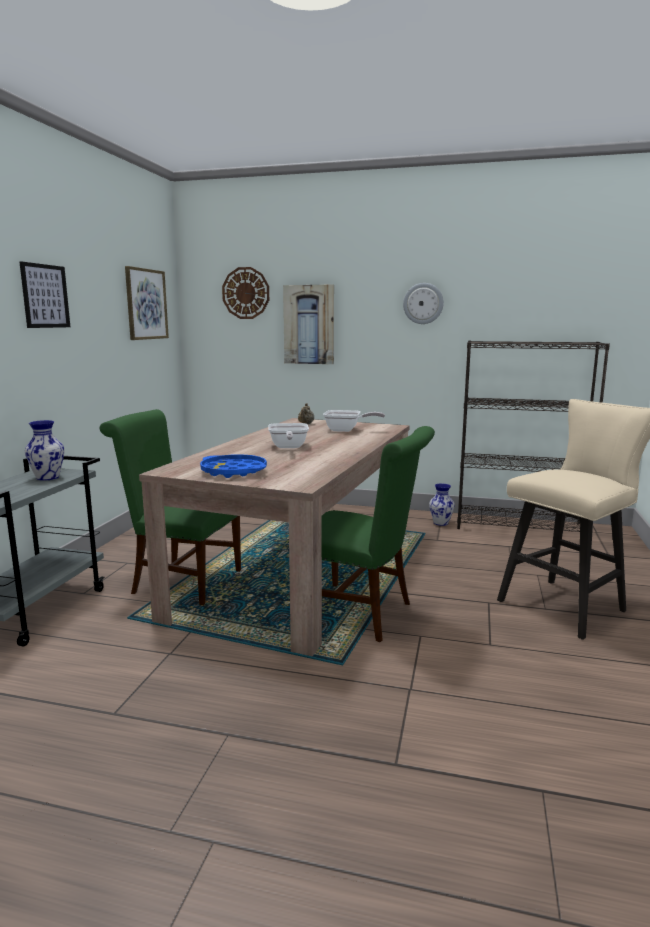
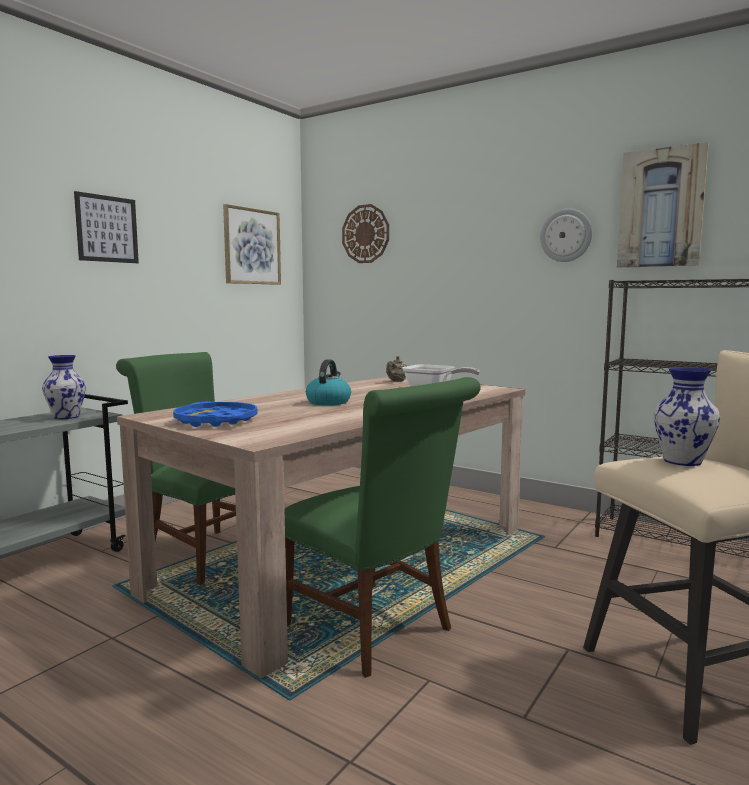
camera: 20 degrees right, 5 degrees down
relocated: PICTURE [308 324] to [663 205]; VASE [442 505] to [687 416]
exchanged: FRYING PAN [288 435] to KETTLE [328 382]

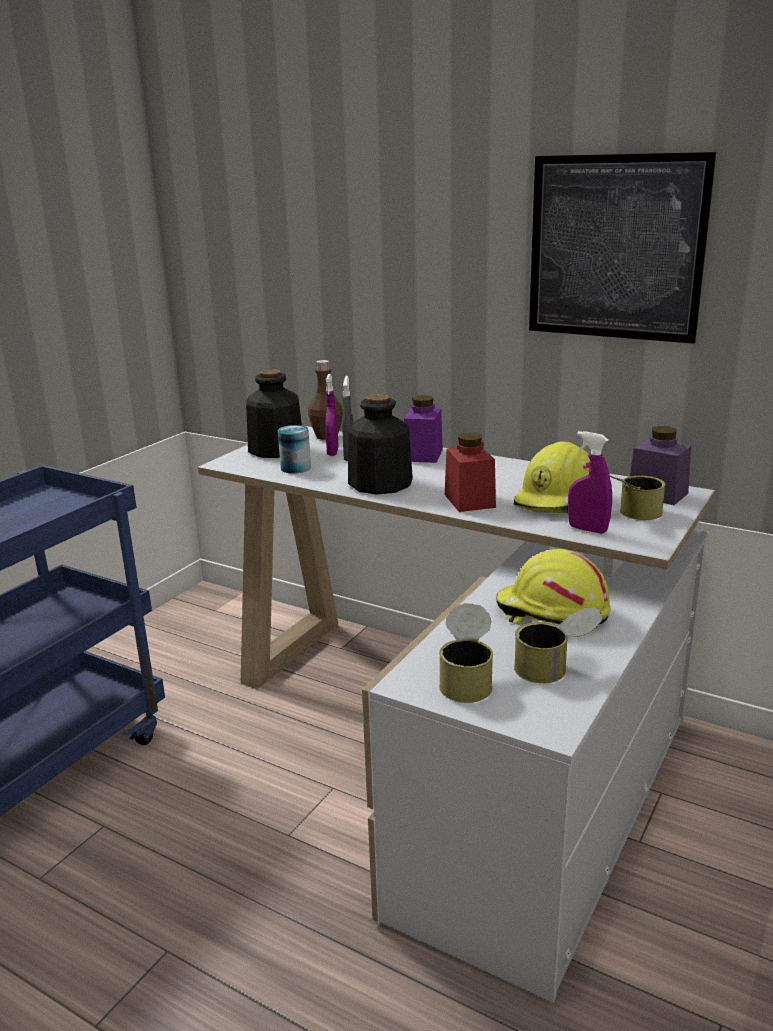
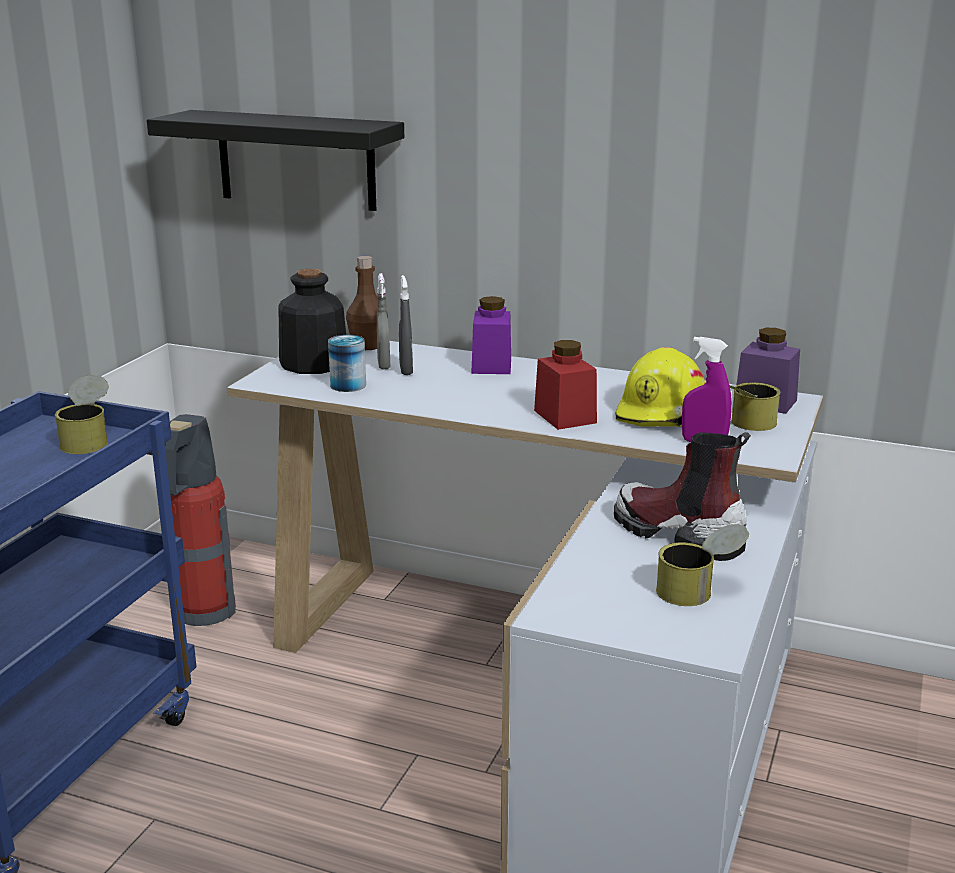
camera: 10 degrees left, 0 degrees up
missing: BOTTLE [380 444]; PICTURE [622 248]
appeared: BLACK SHELF [275 160]; FIRE EXTINGUISHER [200 520]
relocated: CAN [466 653] to [82 414]
exchanged: YELLOW HARD HAT [553 587] to BOOT [682 496]
colour: PURPLE SPRAY BOTTLE [332 415] to GREY SPRAY BOTTLE [383 321]

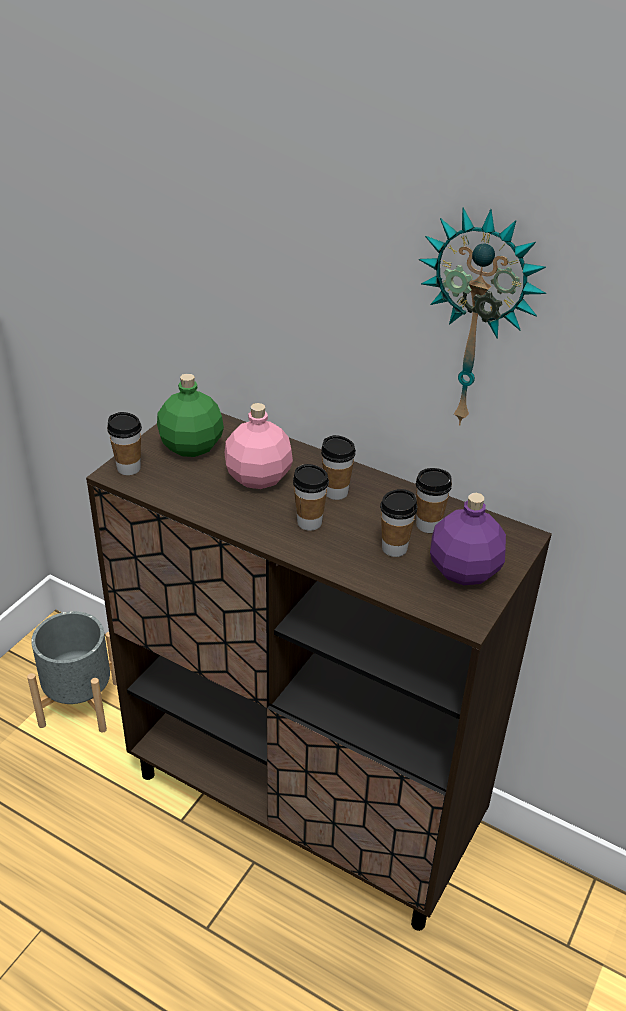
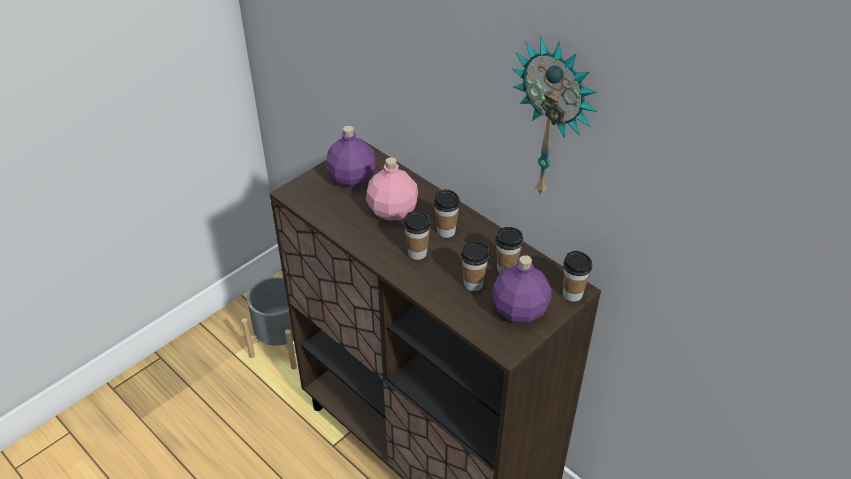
camera: 15 degrees right, 5 degrees up
relocated: CUP [124 443] to [577 276]
colour: GREEN BOTTLE [190 415] to PURPLE BOTTLE [350 156]

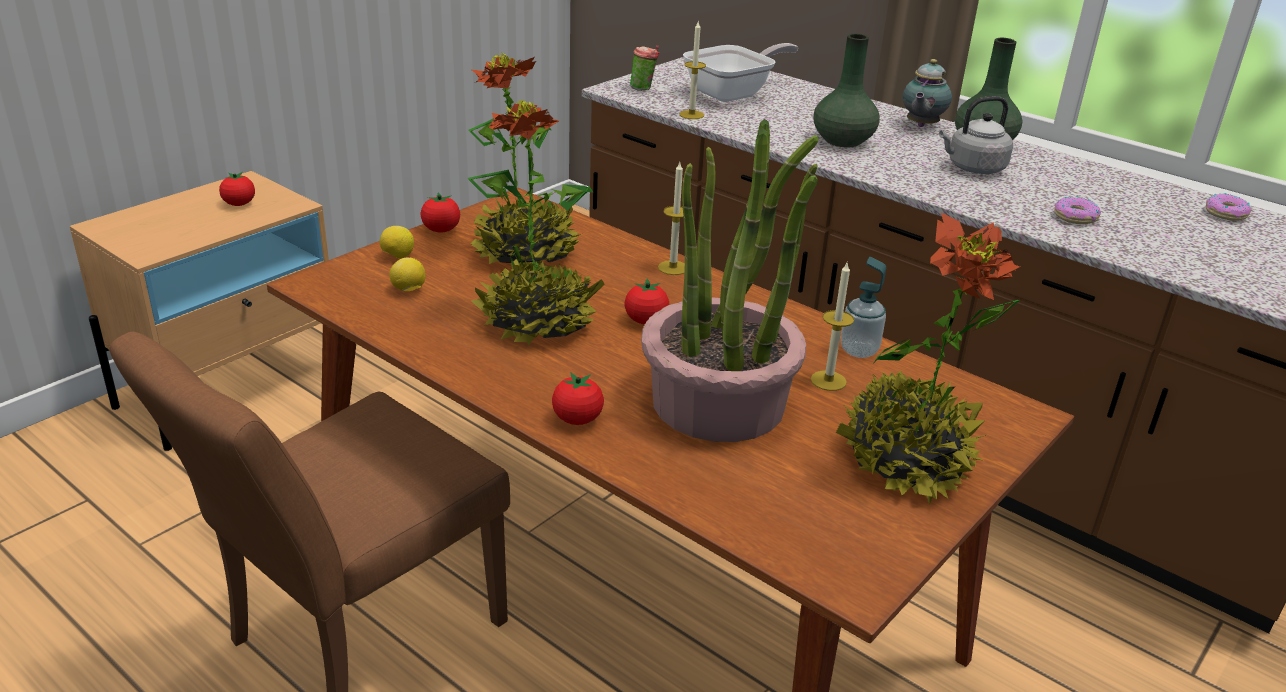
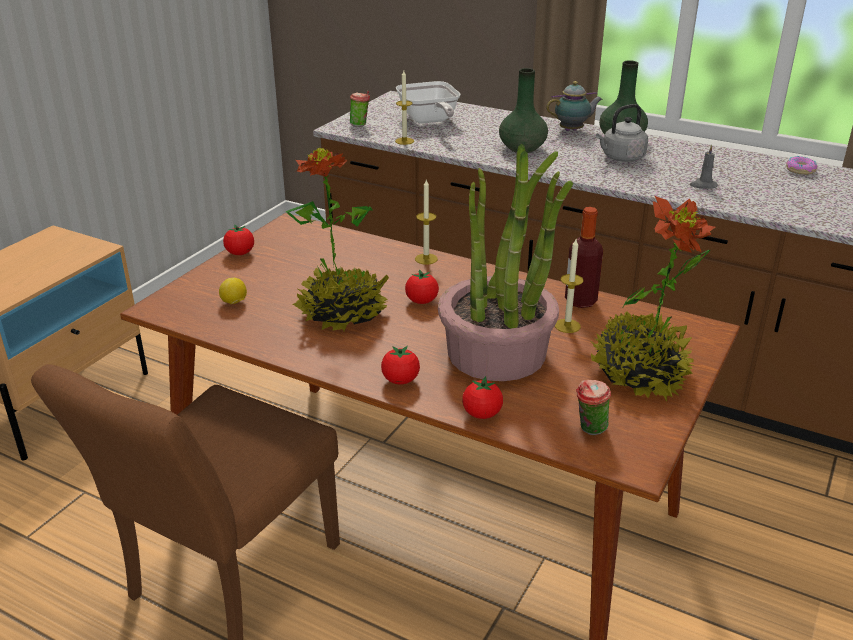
camera: 10 degrees left, 0 degrees up
missing: LEMON [396 242]; POTTED PLANT [525 159]
appeared: CUP [593 407]
relocated: TOMATO [237 189] to [482 397]
exchanged: SOAP DISPENSER [863 307] to BOTTLE [584 257]; DONUT [1077 210] to GREY CANDLE [704 167]
spun: FRYING PAN [740 72] = [428 102] 120 degrees clockwise; TEAPOT [927 93] = [574 106] 120 degrees counterclockwise

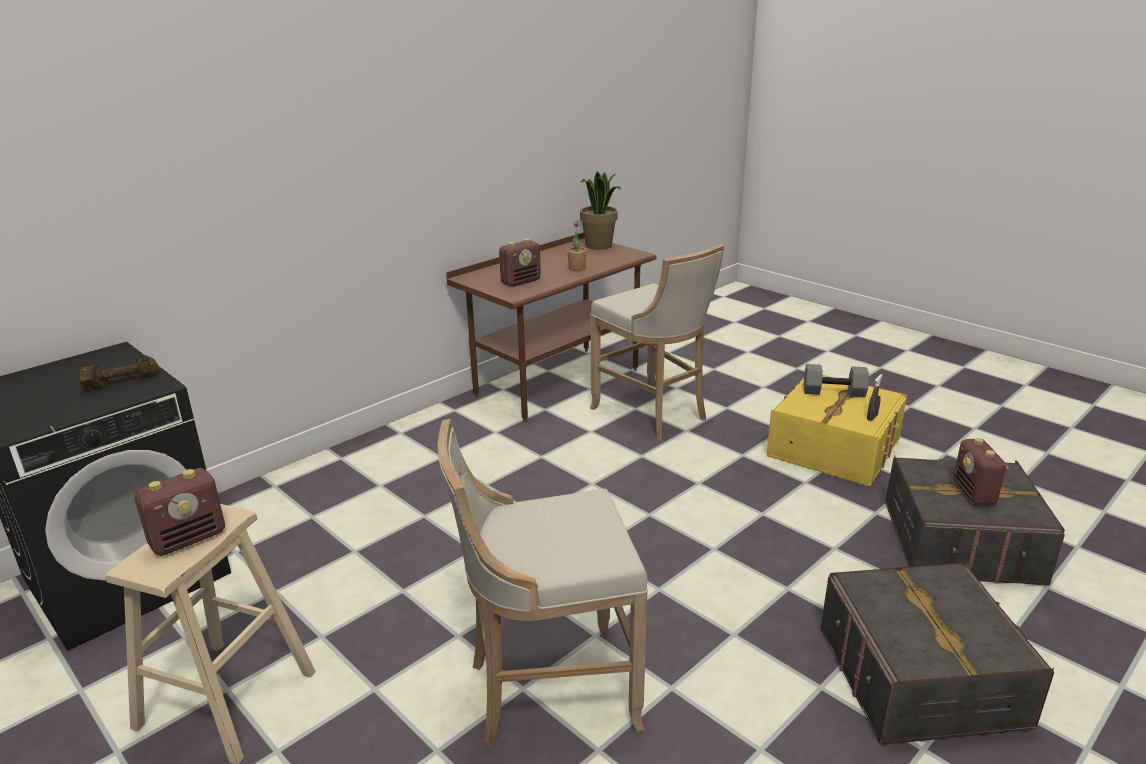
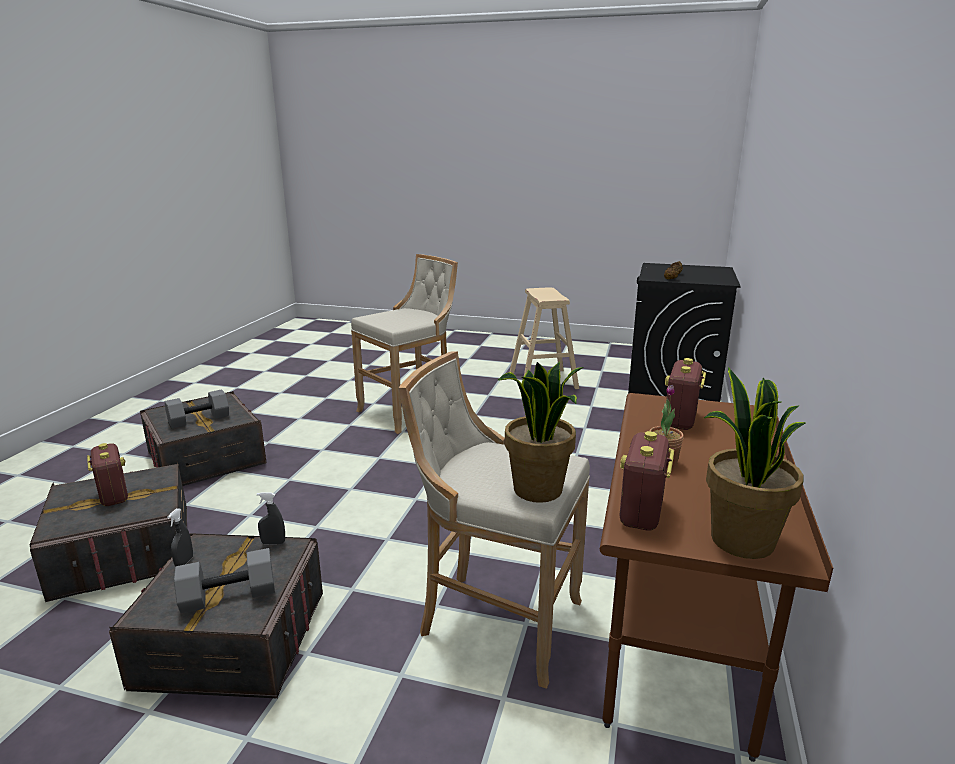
camera: 150 degrees right, 5 degrees down
appeared: GREY DUMBBELL [197 408]; GREY SPRAY BOTTLE [271 518]; POTTED PLANT [541 432]
relocated: RADIO [180 512] to [646 481]
colour: YELLOW STORAGE BOX [836 430] to GREY STORAGE BOX [216 615]

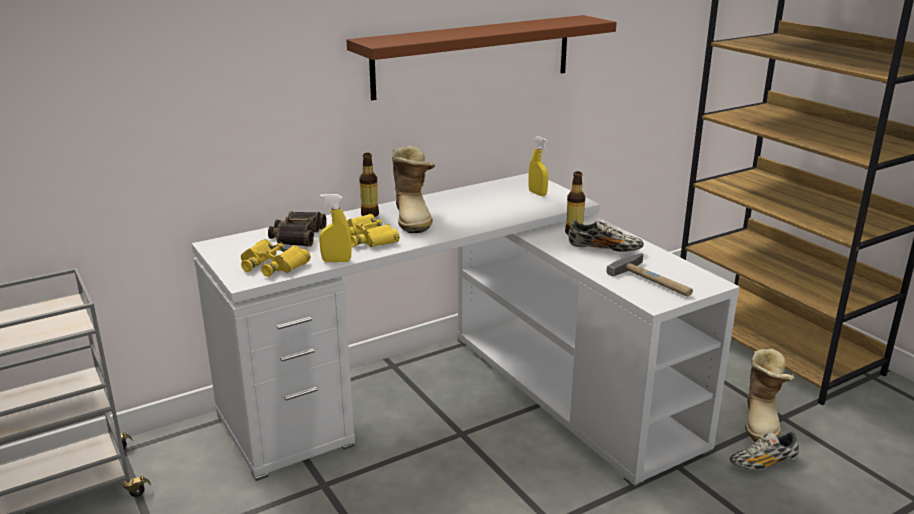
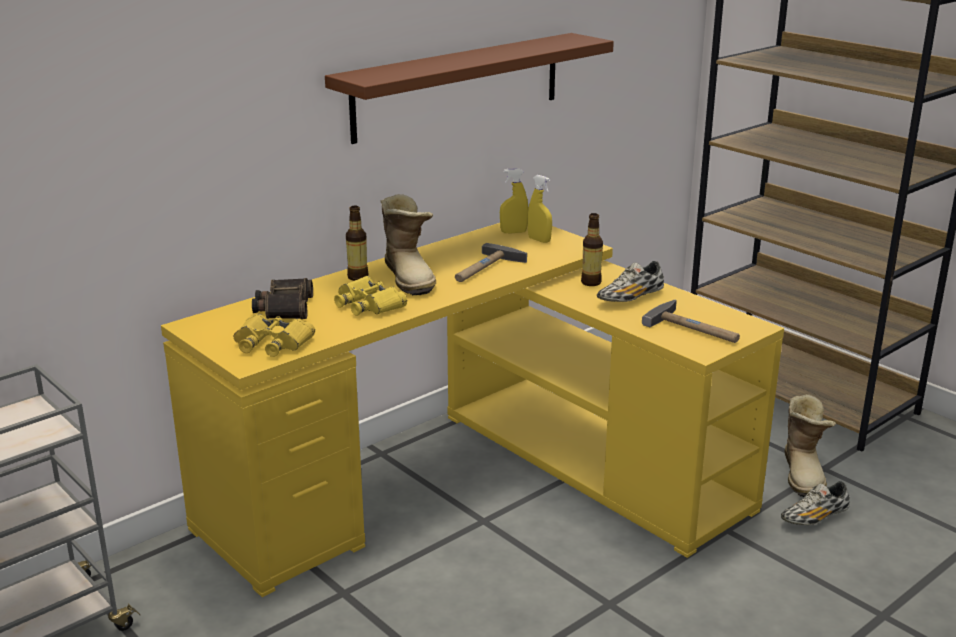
camera: 10 degrees left, 0 degrees up
appeared: HAMMER [491 262]
relocated: YELLOW SPRAY BOTTLE [335 228] to [514 200]
colour: WHITE DESK [466 330] to YELLOW DESK [472 410]
spun: SHOE [606 236] = [630 281] 135 degrees clockwise

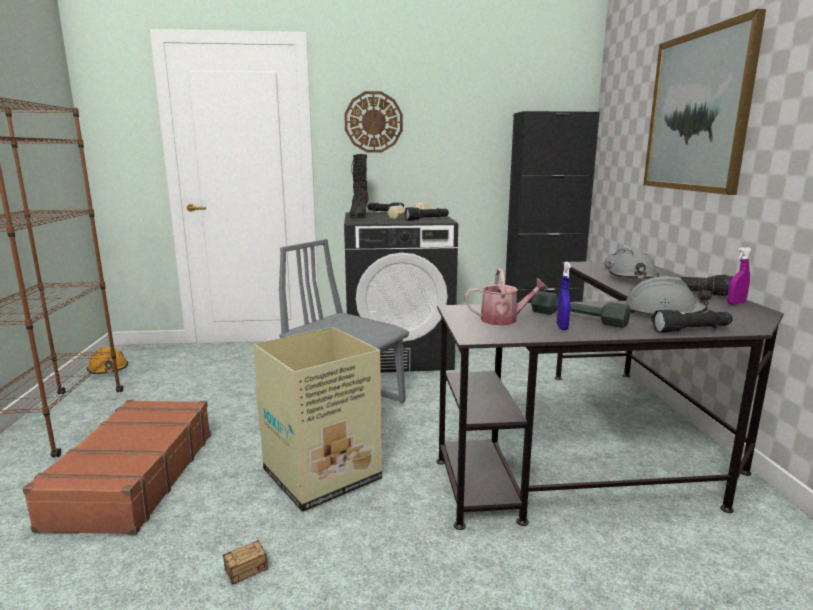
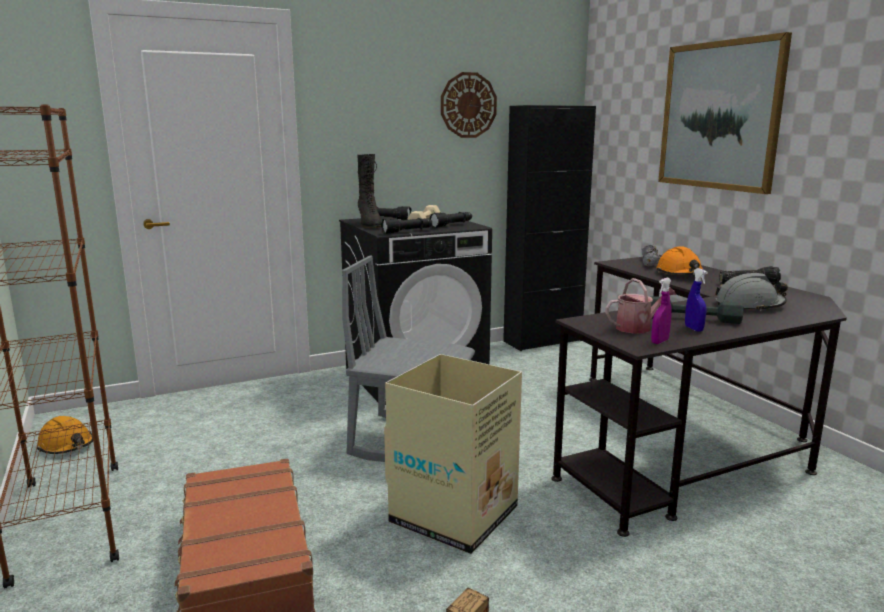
camera: 20 degrees left, 0 degrees up
relocated: WALL CLOCK [373 121] to [469 105]; BLACK FLASHLIGHT [692 321] to [406 226]; PURPLE SPRAY BOTTLE [739 276] to [661 311]
colour: GREY HARD HAT [634 264] to ORANGE HARD HAT [680 261]

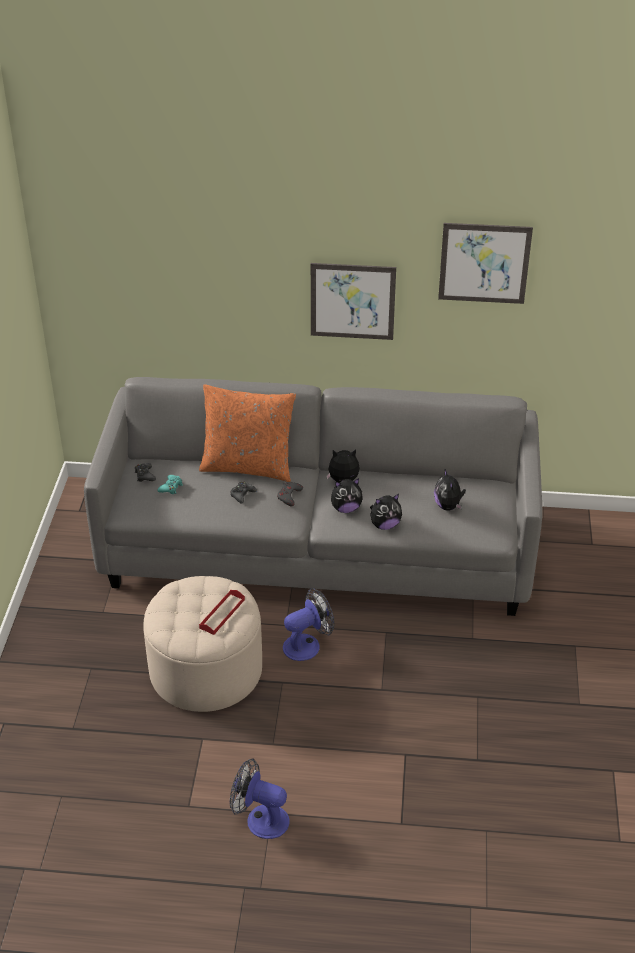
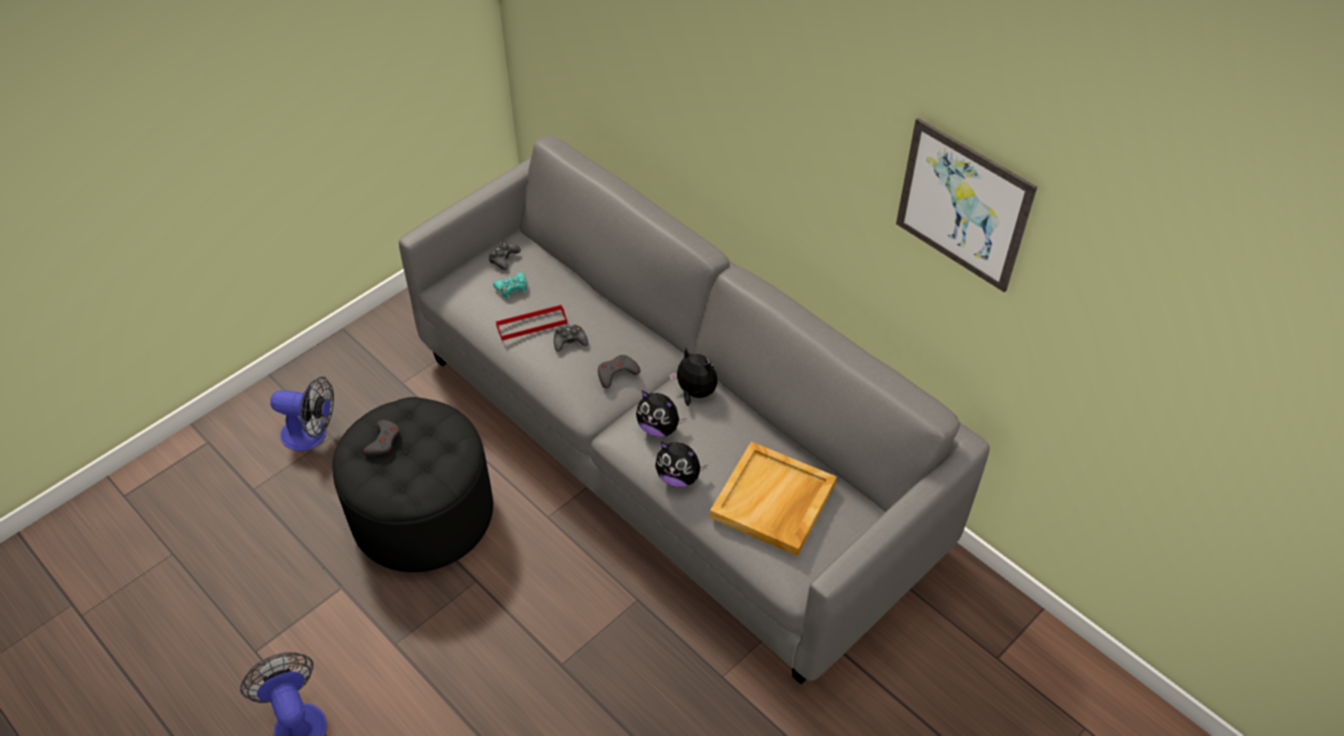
camera: 40 degrees right, 10 degrees up
missing: ORANGE PILLOW [247 433]; PICTURE [353 301]
appeared: GREY GAME CONTROLLER [381 438]
relocated: RED TRAY [222 612] to [531 322]; FAN [309 624] to [302 413]
exchanged: PLUSH TOY [450 489] to BEIGE TRAY [773 498]
colour: BEIGE OTTOMAN [202 644] to BLACK OTTOMAN [412 484]

